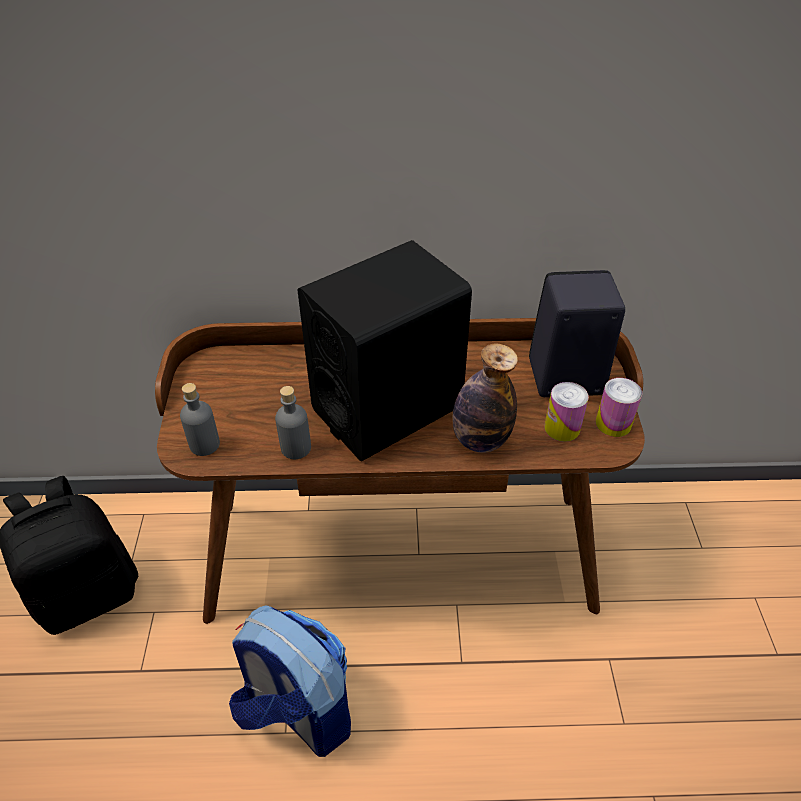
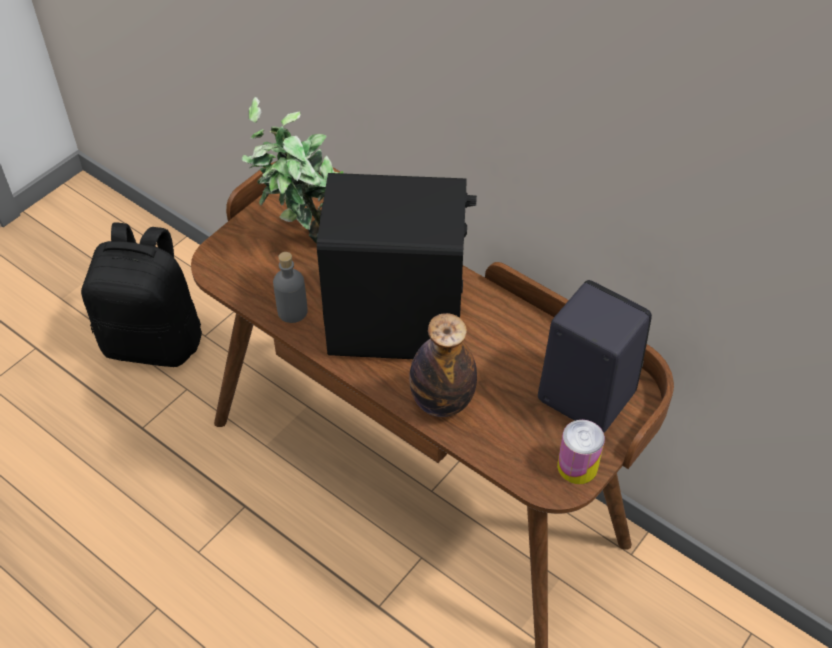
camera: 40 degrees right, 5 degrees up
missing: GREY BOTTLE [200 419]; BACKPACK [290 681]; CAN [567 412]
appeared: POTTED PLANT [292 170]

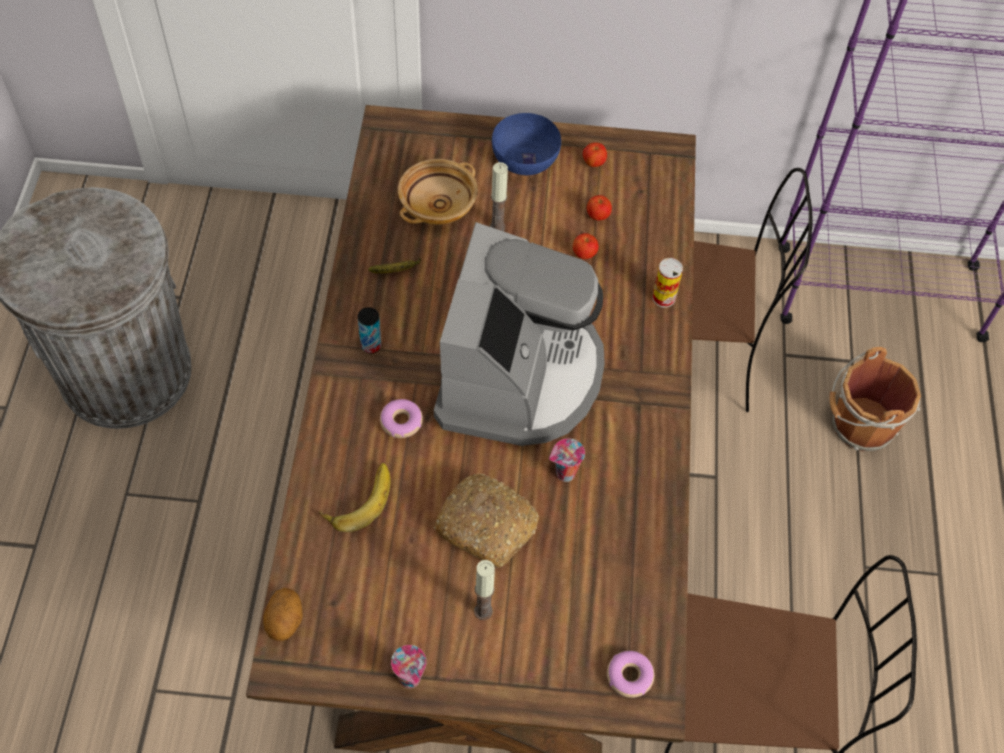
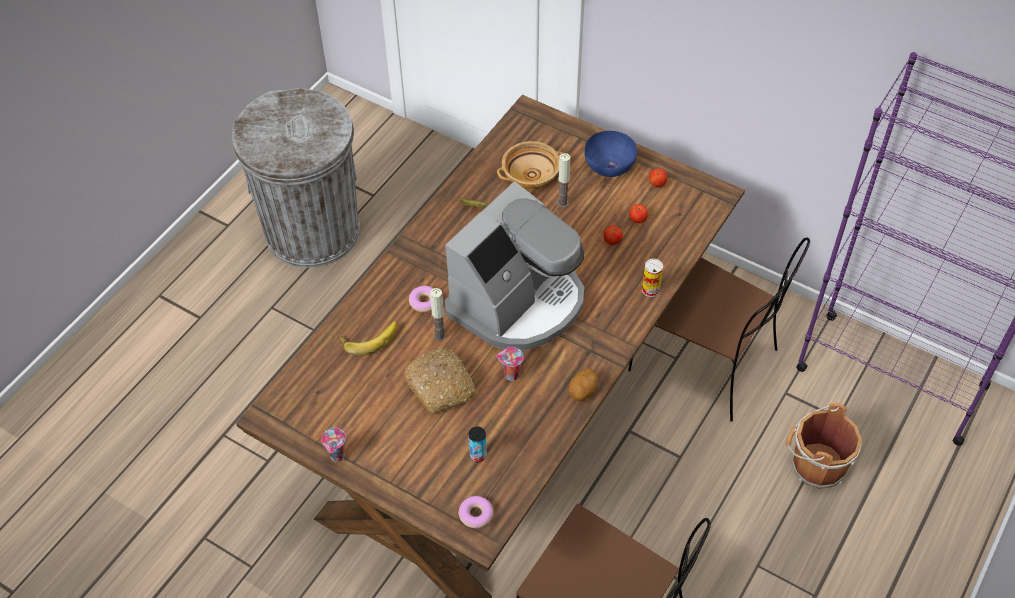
camera: 30 degrees right, 5 degrees down
relocated: POTATO [283 614] to [583 385]; CAN [369 330] to [478 444]; CANDLE [484 590] to [438 315]

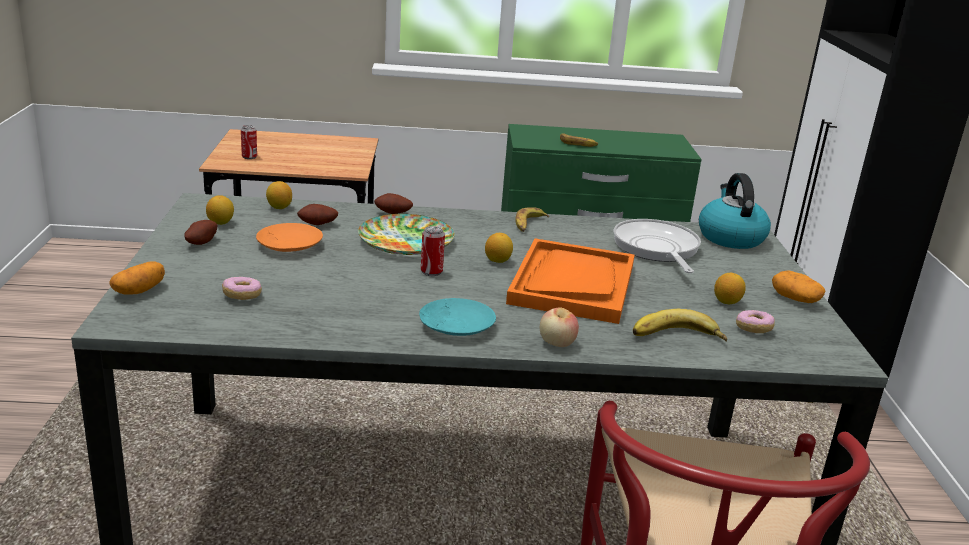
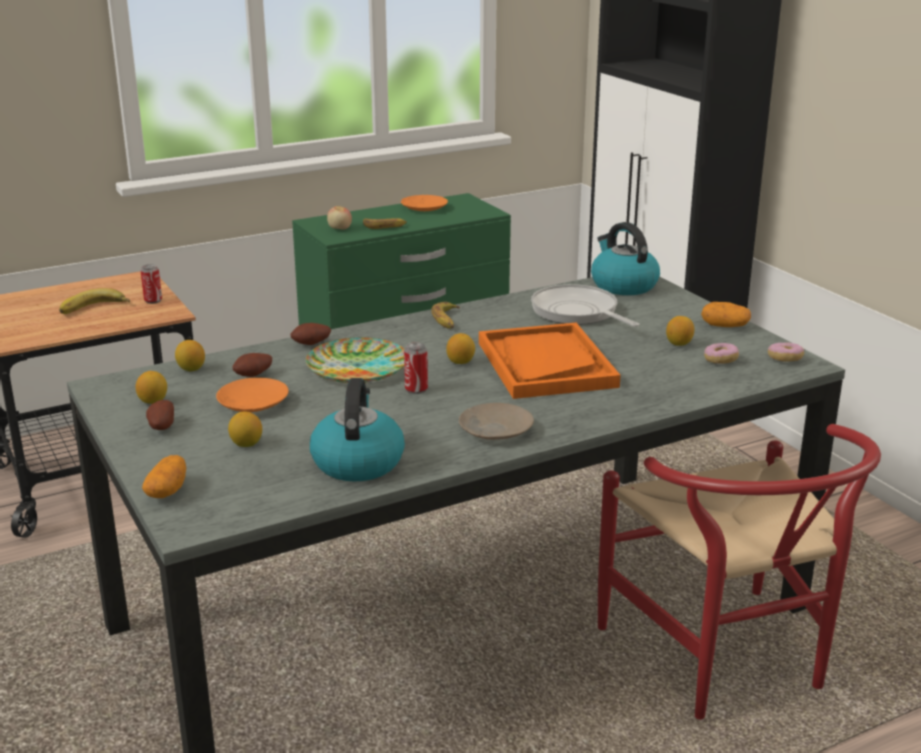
camera: 25 degrees left, 0 degrees up
appeared: LEMON [245 429]; KETTLE [357 429]; ORANGE PLATE [424 203]
relocated: DONUT [242 288] to [786 352]; CAN [249 142] to [151 284]; APPLE [559 327] to [339 218]; BANANA [680 325] to [94 301]
colour: TURQUOISE PLATE [457 317] to BEIGE PLATE [496 421]

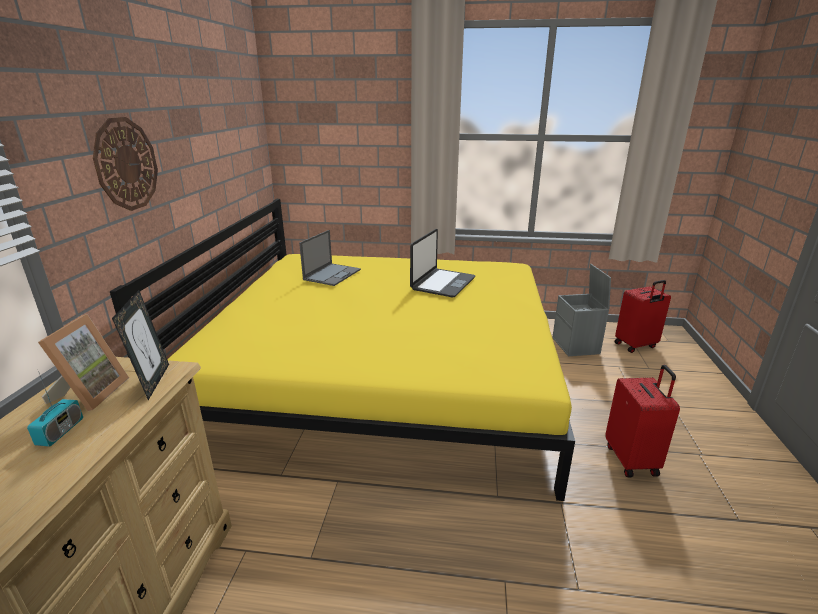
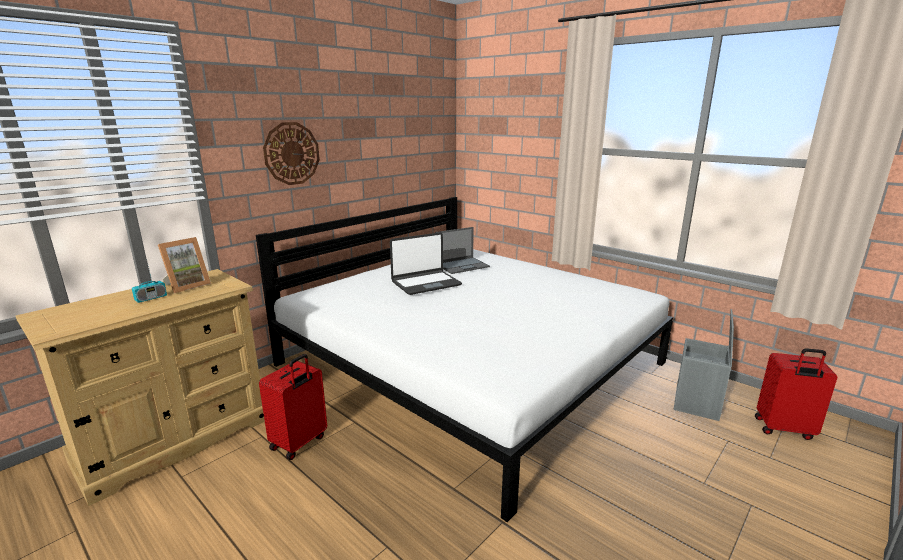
camera: 35 degrees right, 5 degrees down
missing: PICTURE FRAME [140 345]
relocated: LAPTOP [442 263] to [426 263]; RED SUITCASE [642 421] to [293 407]
colour: YELLOW BED [342 350] to WHITE BED [464 359]

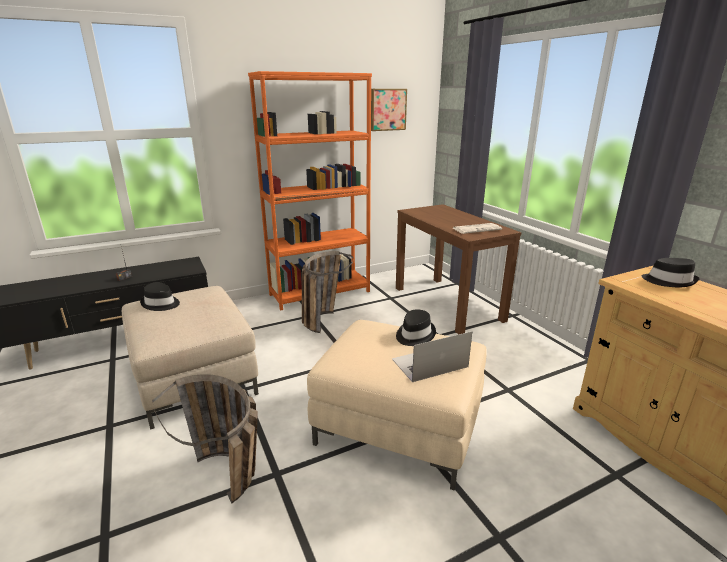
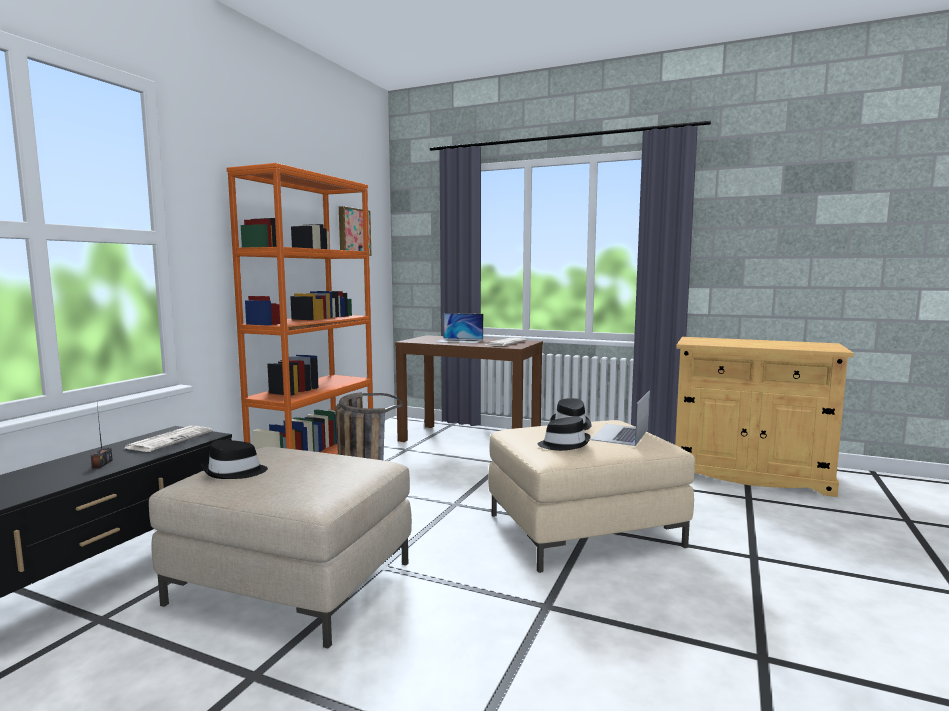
camera: 40 degrees left, 15 degrees down
missing: BASKET [205 438]
appeared: NEWSPAPER [169 439]; LAPTOP [459 328]
relocated: BLACK HAT [671 272] to [564 434]

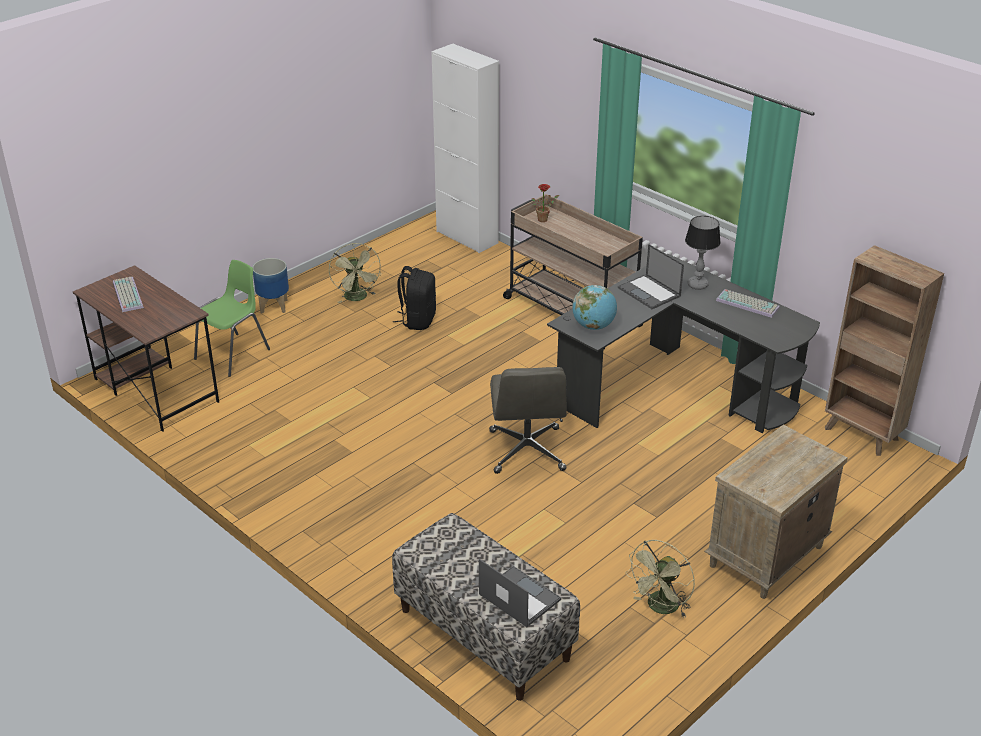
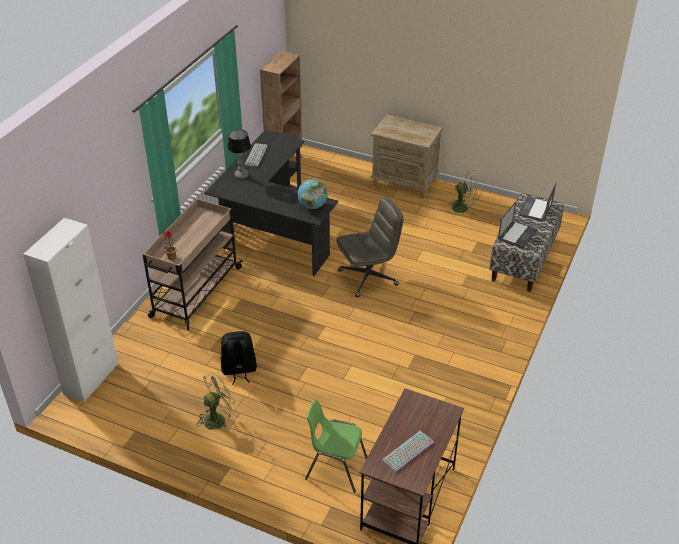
camera: 110 degrees left, 5 degrees up
missing: PLANTER [270 285]
relocated: LAPTOP [651 276] to [518 225]

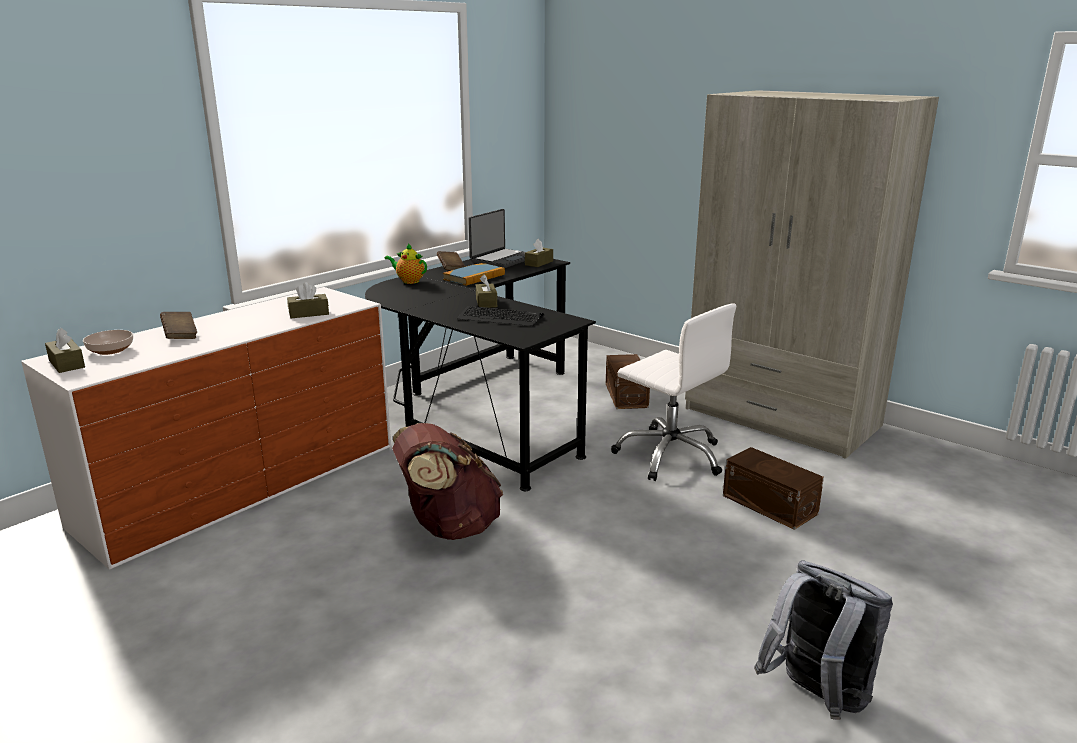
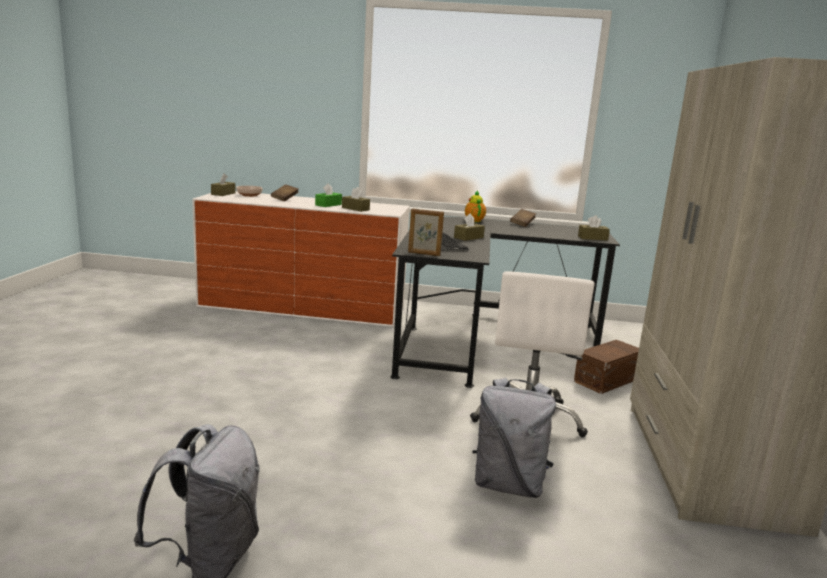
camera: 55 degrees right, 5 degrees down
missing: BROWN BACKPACK [447 481]; BOOK [474 274]; LAPTOP [497 238]
appeared: GREEN TISSUE BOX [328 195]; PICTURE FRAME [426 232]
exchanged: BROWN STORAGE BOX [773 488] to GREY BACKPACK [514 438]

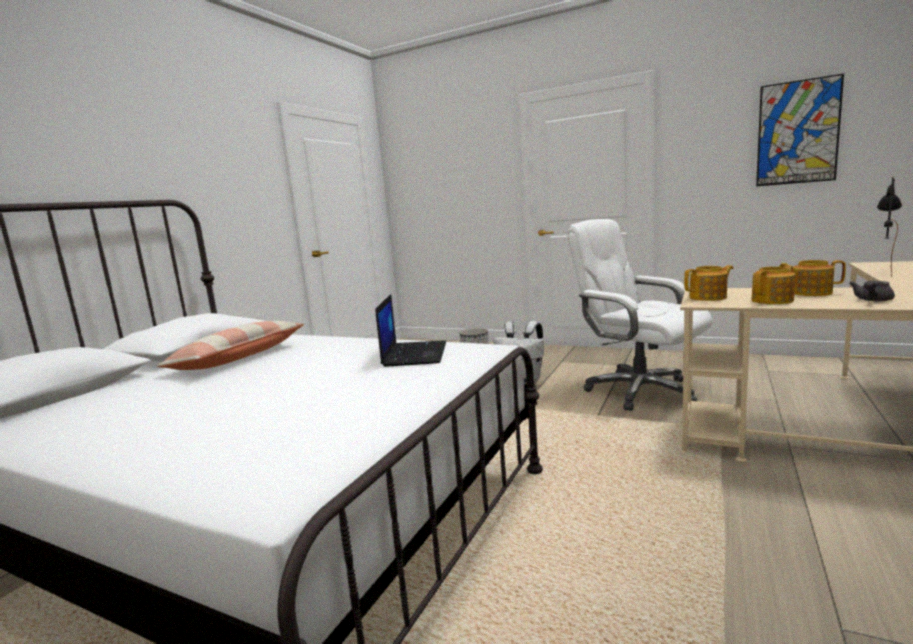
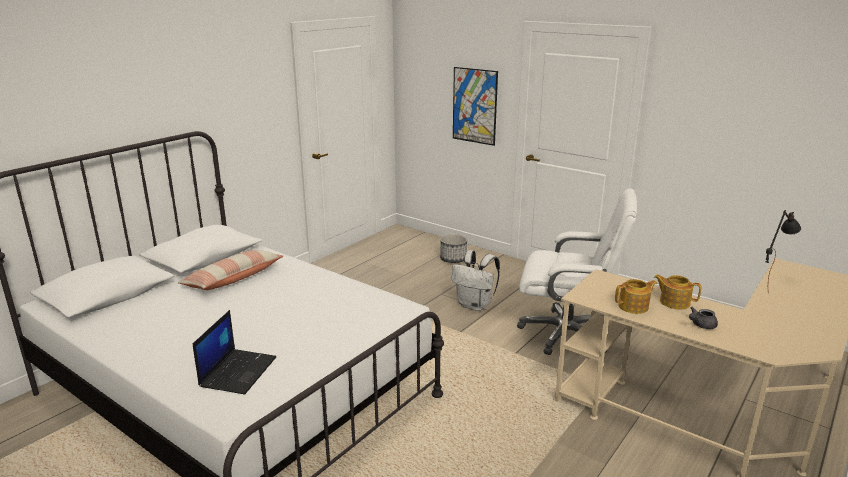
camera: 10 degrees right, 10 degrees up
missing: TEAPOT [709 283]
relocated: LAPTOP [410 330] to [234 352]; PICTURE [800 130] to [475 106]
spun: WHITE OFFICE CHAIR [640 315] = [577 271] 135 degrees clockwise

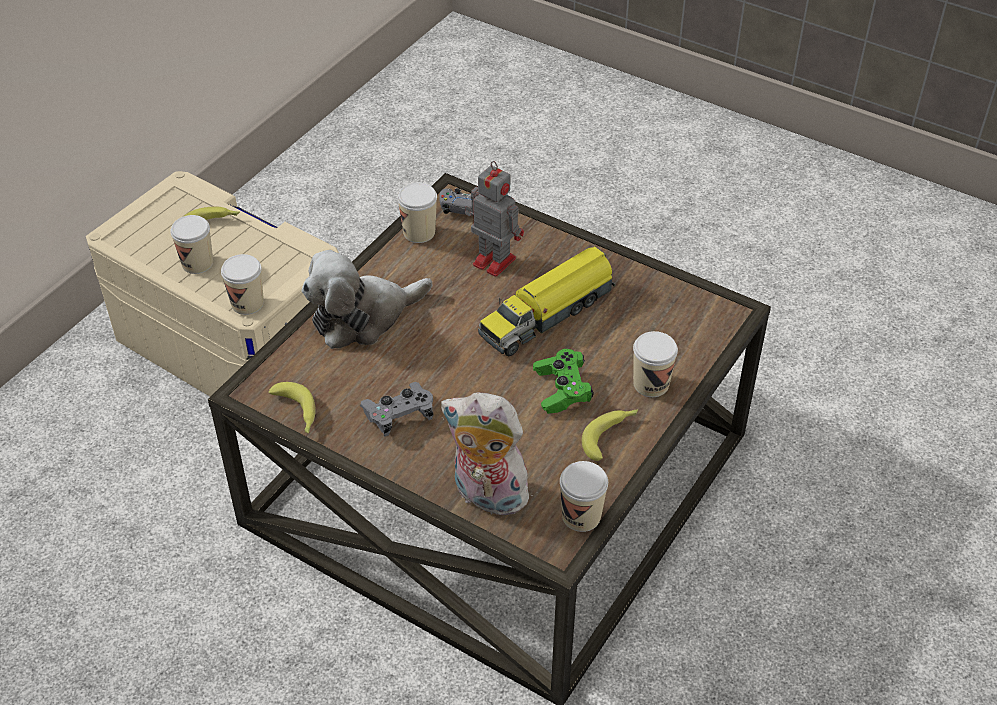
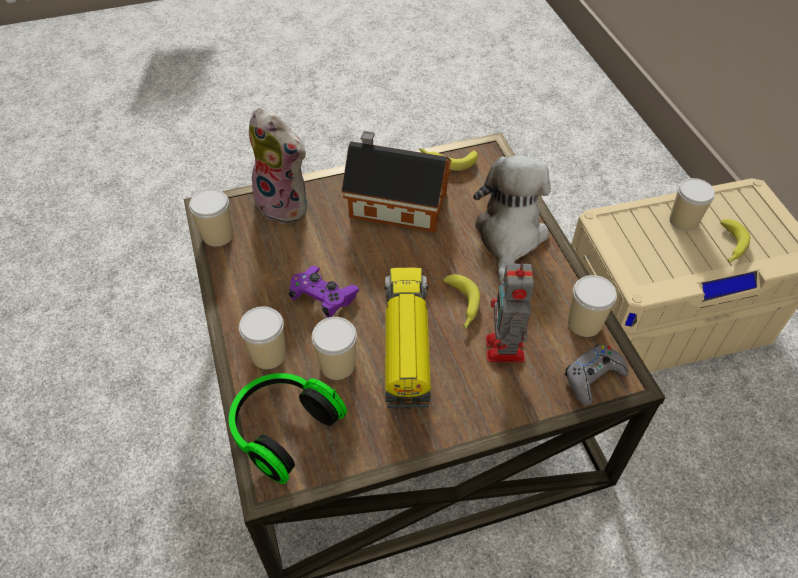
camera: 130 degrees right, 5 degrees up
appeared: HEADPHONES [288 428]
relocated: CUP [242 284] to [334 348]; BANANA [610 435] to [461 301]
exchanged: GREY GAME CONTROLLER [396 409] to TOY HOUSE [396 182]
colour: GREEN GAME CONTROLLER [563 381] to PURPLE GAME CONTROLLER [323 292]
spun: PLUSH TOY [486 455] = [278 166] 60 degrees clockwise; TOY ROBOT [494 219] = [510 311] 105 degrees clockwise

